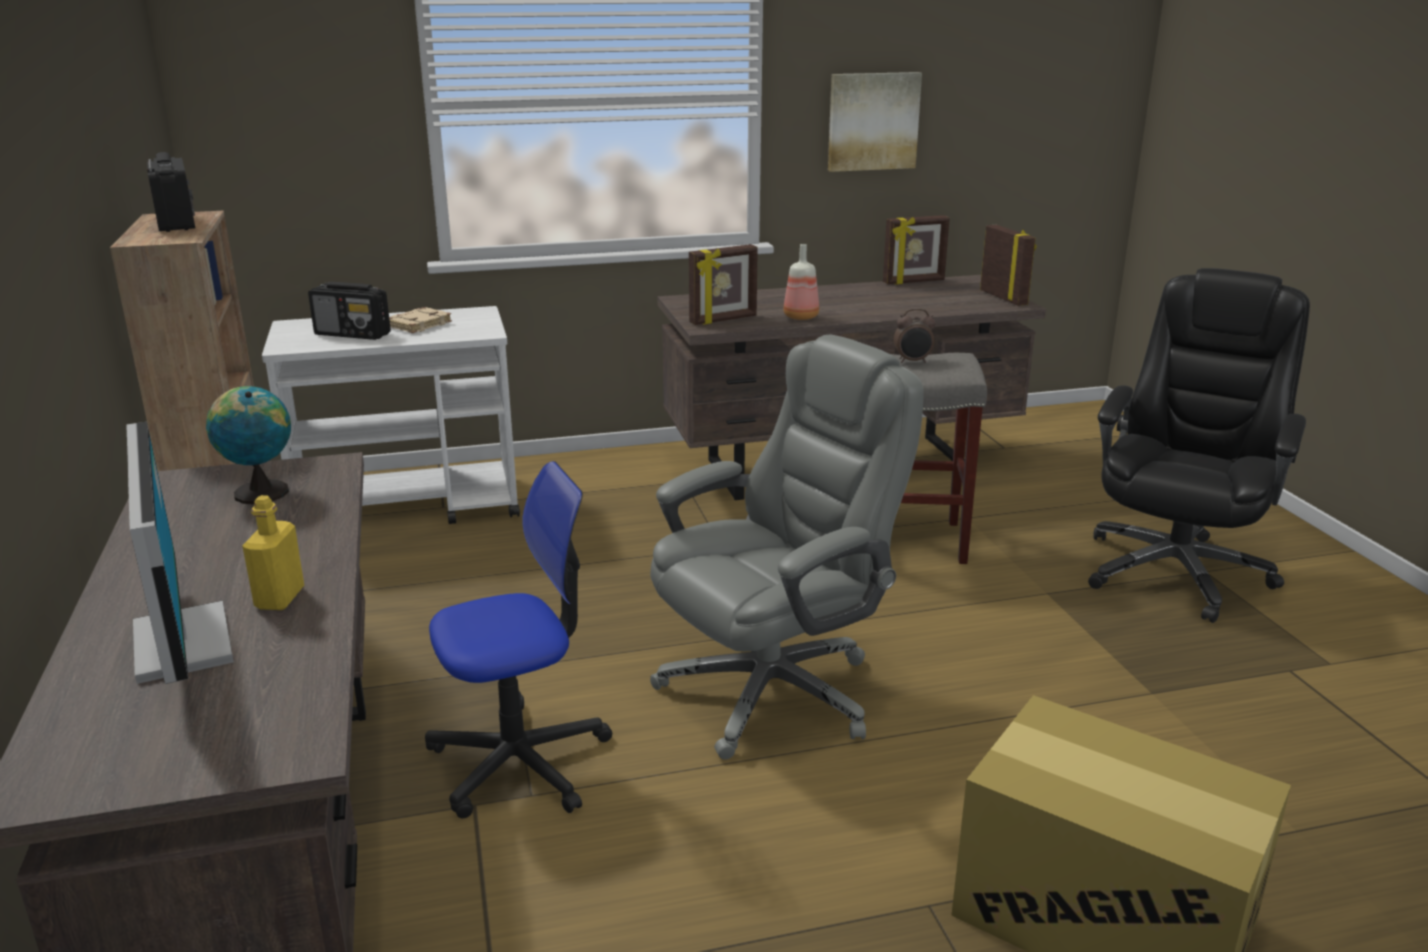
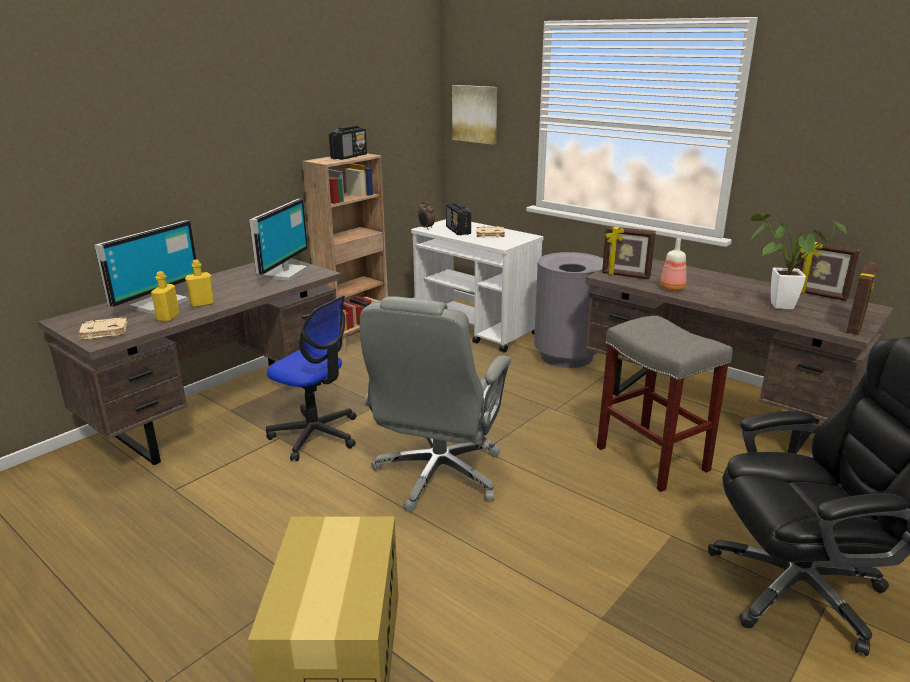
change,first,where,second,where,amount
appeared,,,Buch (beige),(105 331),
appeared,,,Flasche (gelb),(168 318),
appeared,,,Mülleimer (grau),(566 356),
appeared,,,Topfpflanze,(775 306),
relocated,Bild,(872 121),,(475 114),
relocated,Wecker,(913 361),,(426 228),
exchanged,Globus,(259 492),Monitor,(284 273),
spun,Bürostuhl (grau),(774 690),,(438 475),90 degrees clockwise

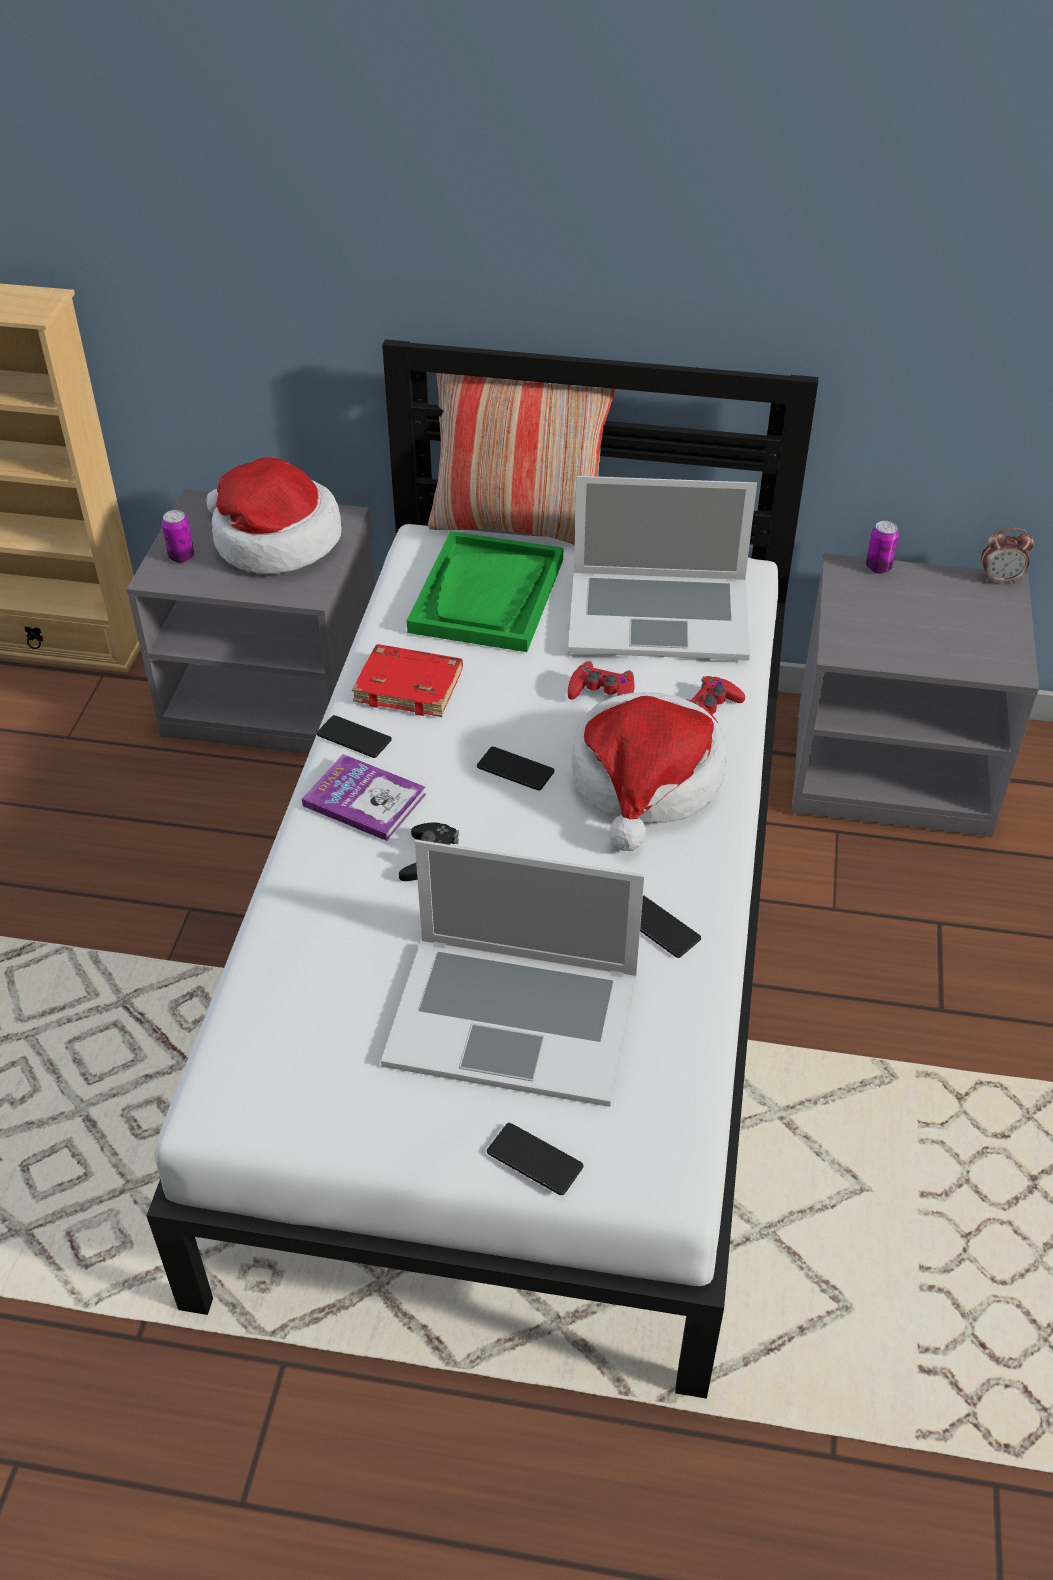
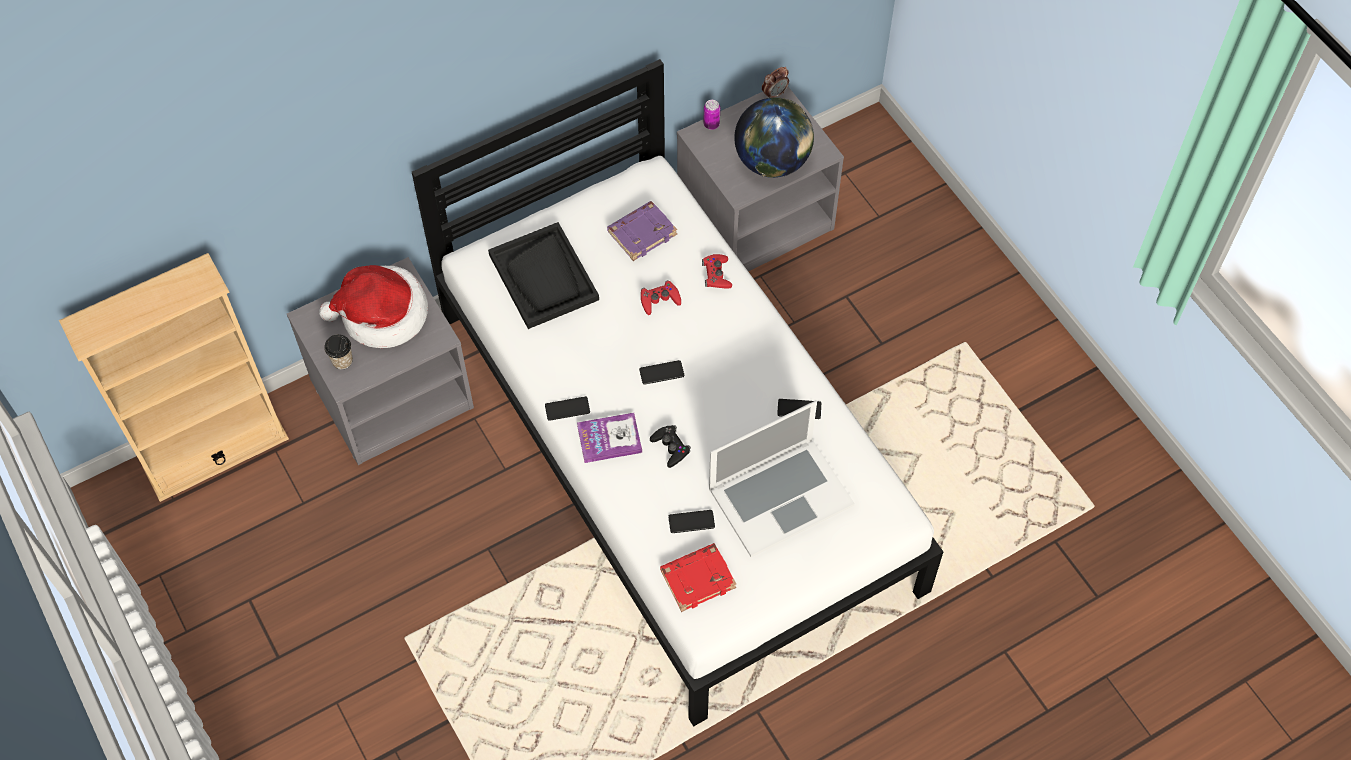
change,first,where,second,where,amount
missing,Kissen,(520 525),,,
missing,Hut,(646 781),,,
appeared,,,Globus,(772 162),
relocated,Buch (rot),(410 686),,(698 578),
relocated,Handy,(534 1159),,(691 522),
exchanged,Dose,(181 557),Tasse,(342 361),
exchanged,Laptop,(658 614),Buch (lila),(642 232),
colour,Tablett (grün),(487 596),Tablett (schwarz),(544 277),

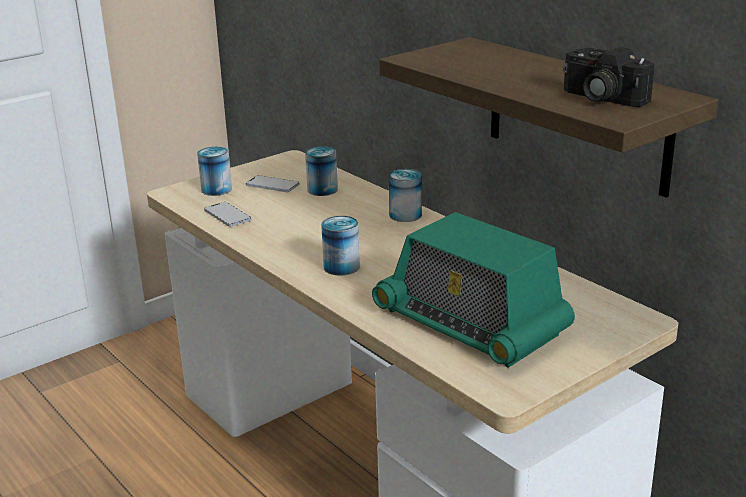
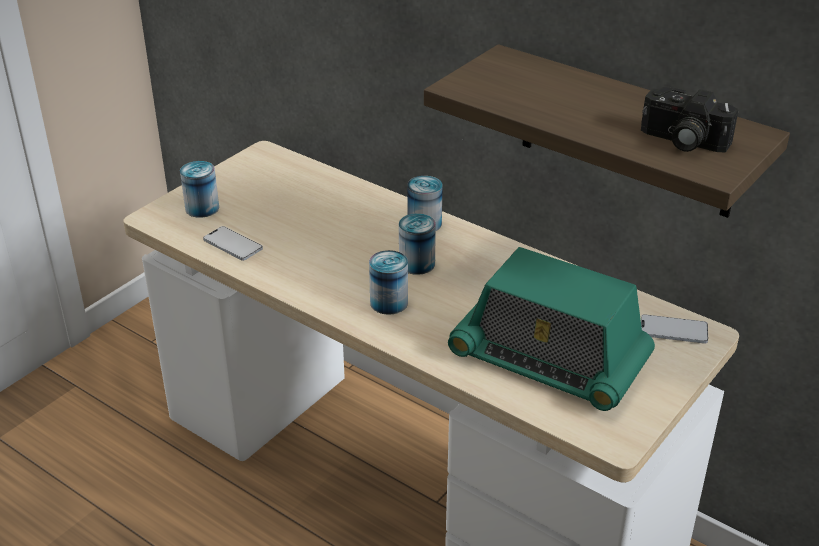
change,first,where,second,where,amount
relocated,Handy,(272 185),,(673 330),
relocated,Dose,(322 190),,(417 263),

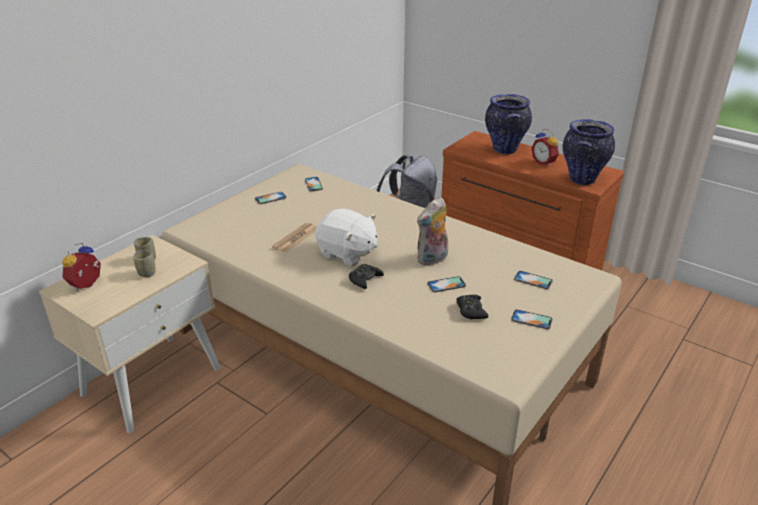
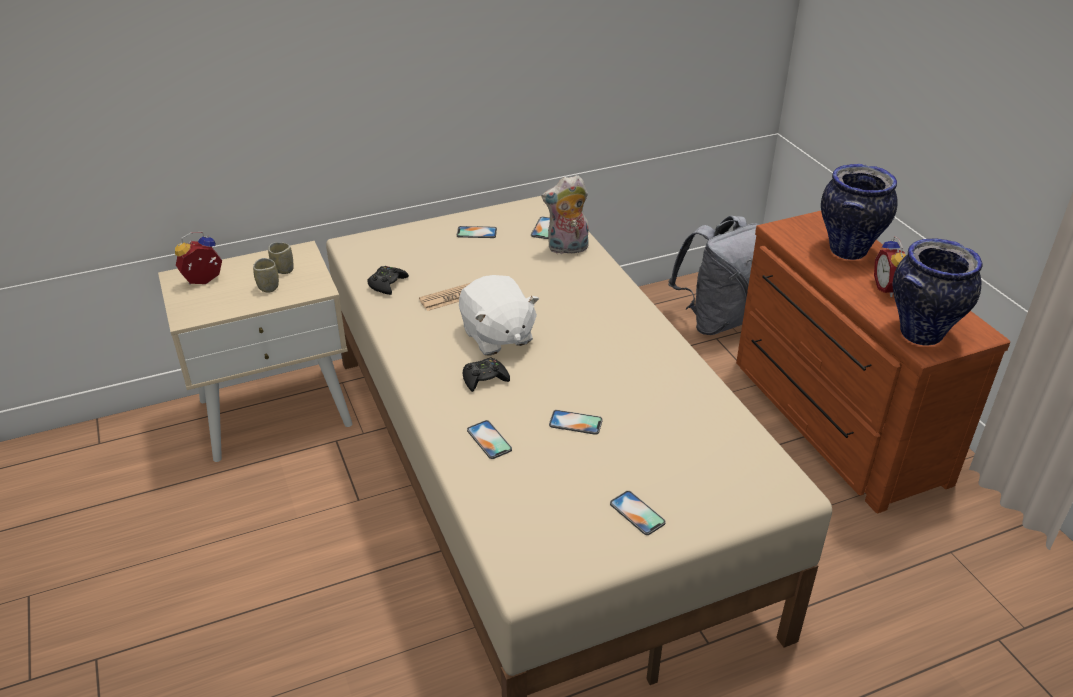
change,first,where,second,where,amount
relocated,Plüschtier,(432 259),,(567 249),
relocated,Gamepad (schwarz),(471 310),,(387 284),
relocated,Handy,(533 280),,(489 440),

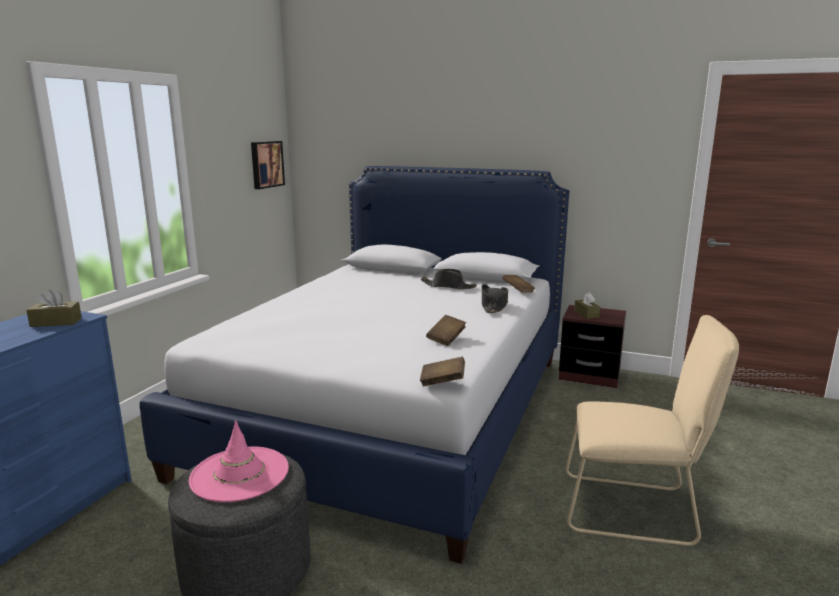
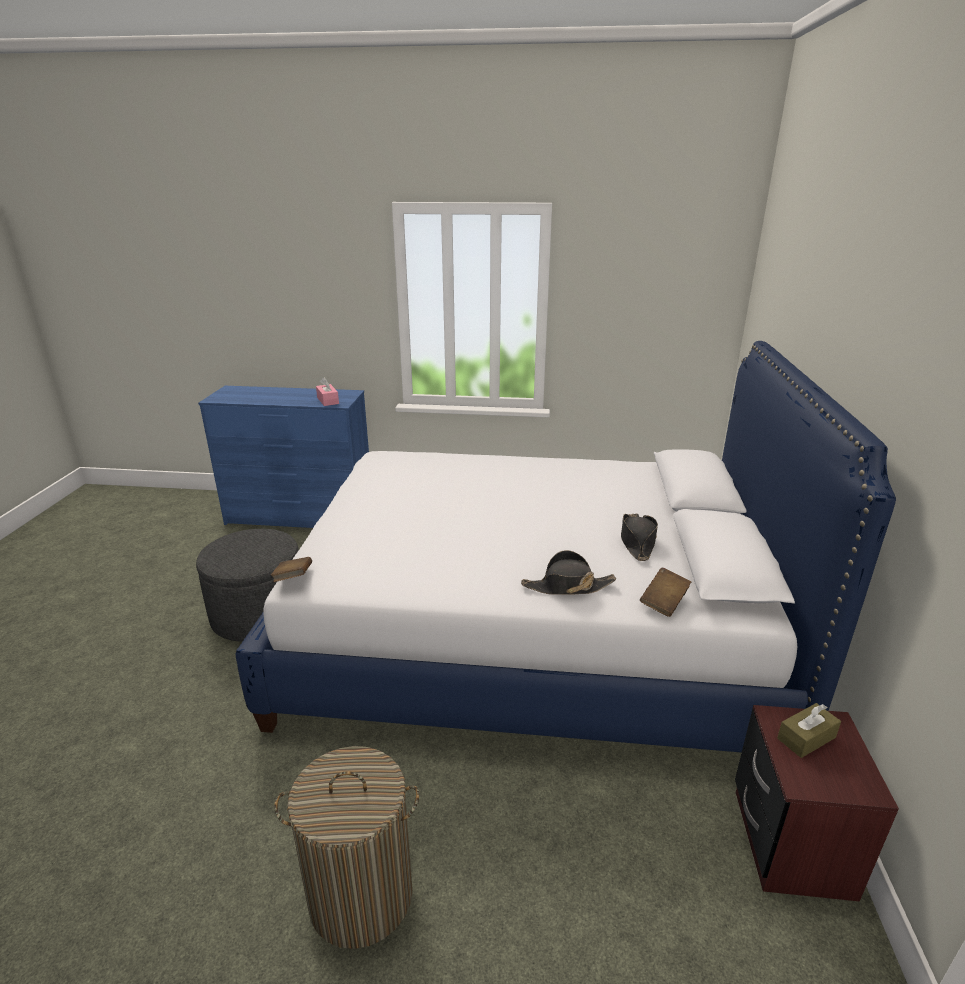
change,first,where,second,where,amount
missing,Hut (rosa),(239 474),,,
missing,Bild,(266 164),,,
missing,Buch (braun),(446 339),,,
exchanged,Stuhl (beige),(633 510),Wäschekorb,(360 895),
colour,Taschentuchbox (braun),(56 322),Taschentuchbox (rosa),(328 400),

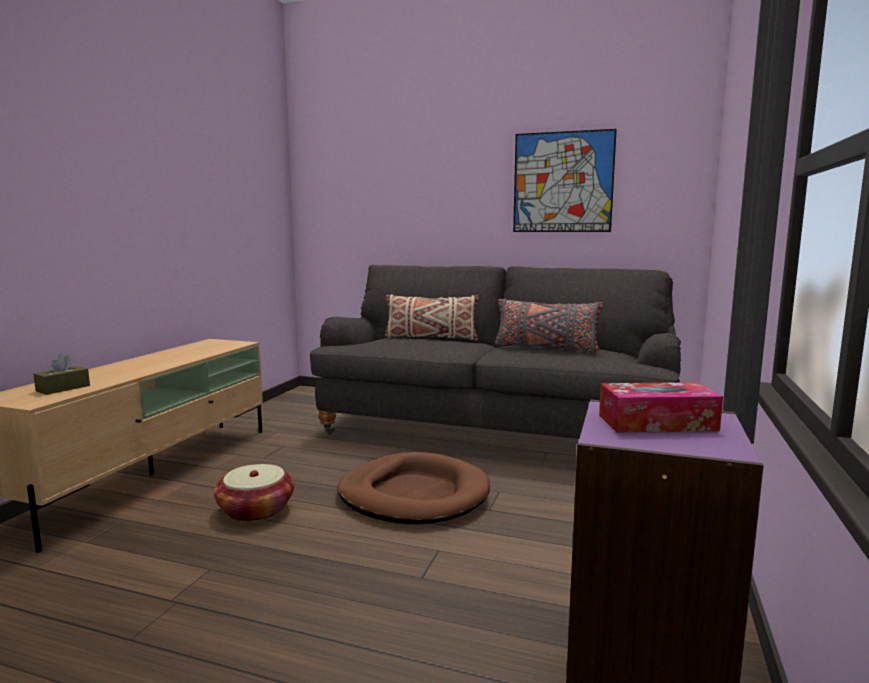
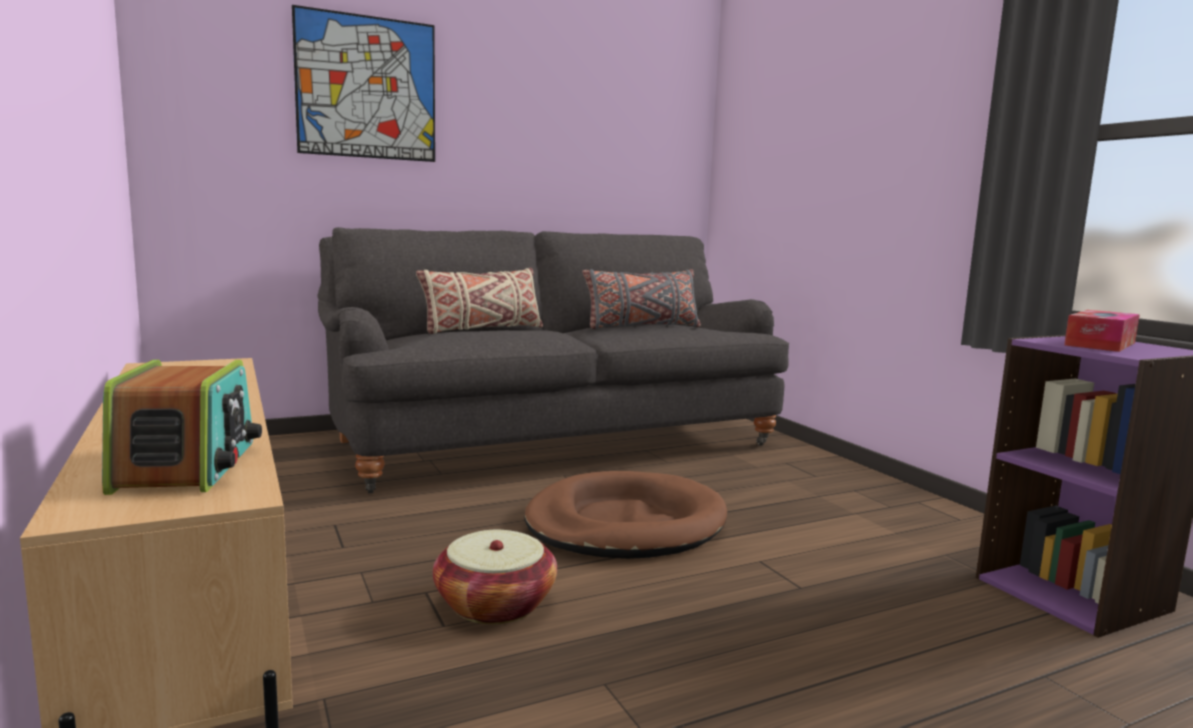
change,first,where,second,where,amount
relocated,Bild,(562 182),,(367 87),
exchanged,Taschentuchbox (braun),(63 388),Radio,(188 467),

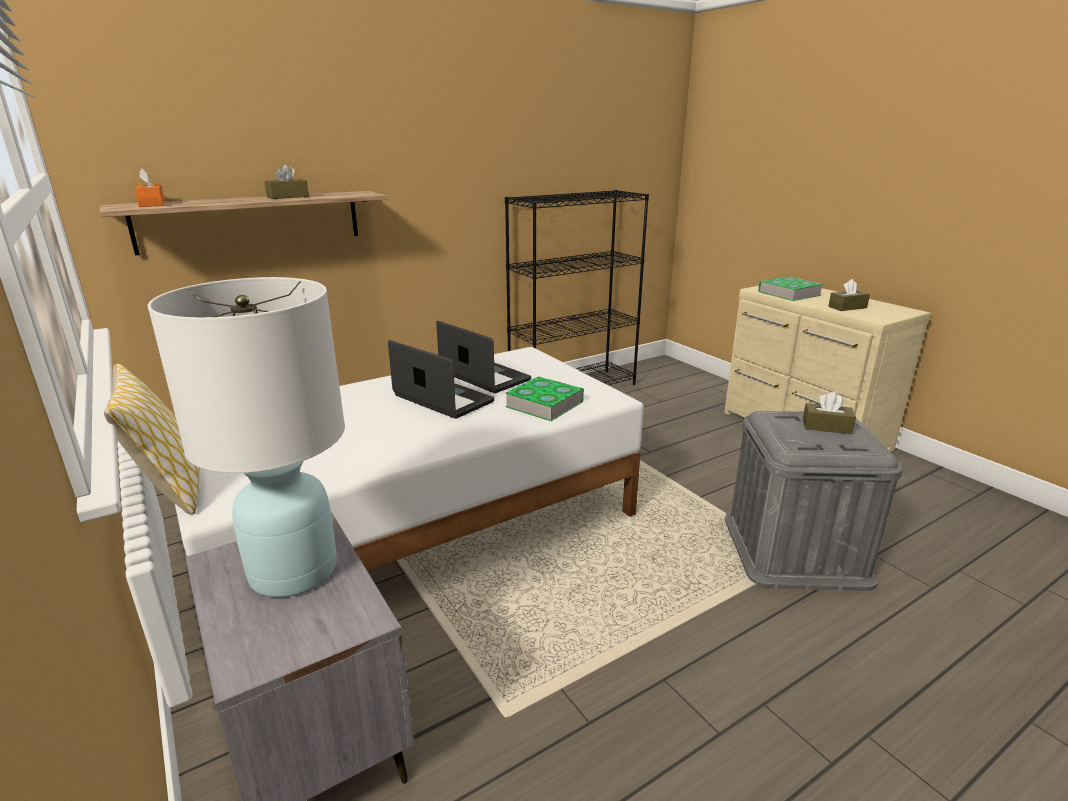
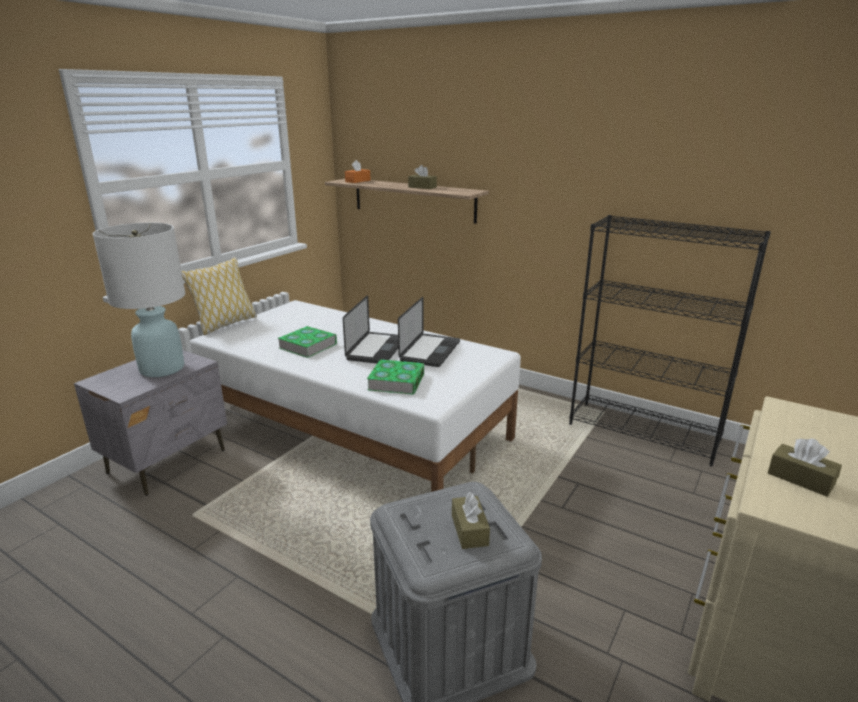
change,first,where,second,where,amount
relocated,Buch,(789 293),,(308 346),

